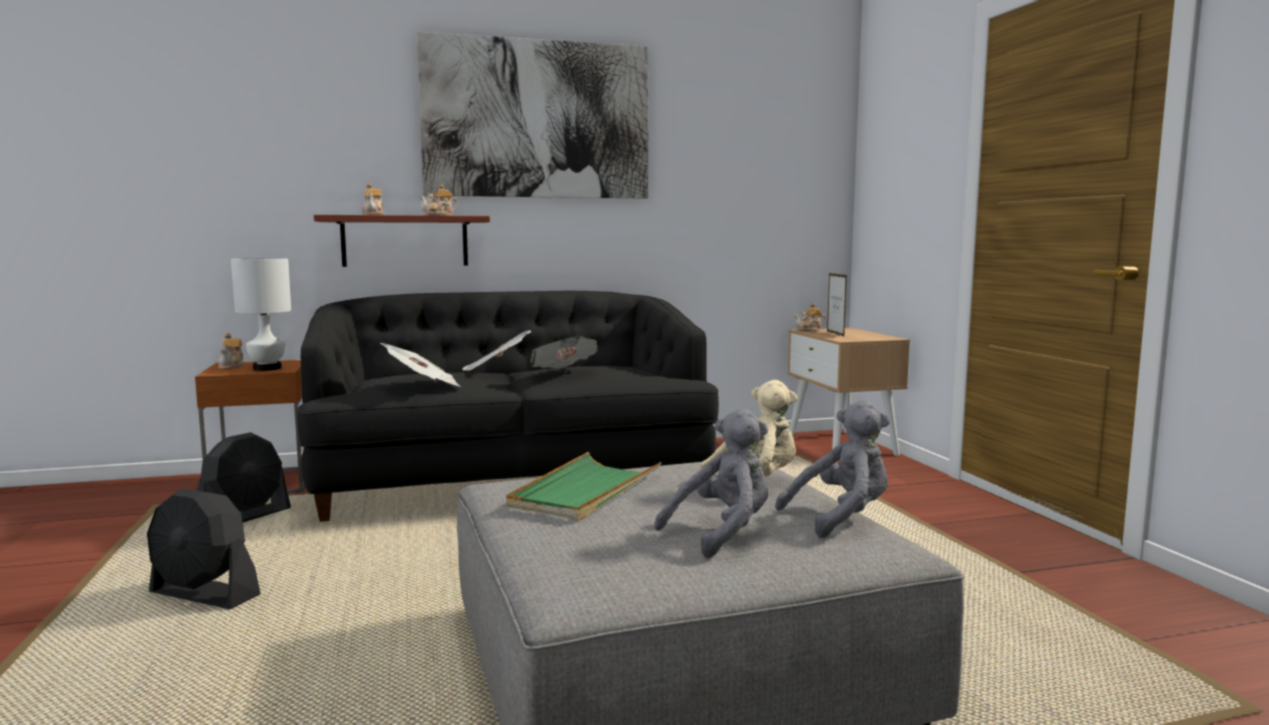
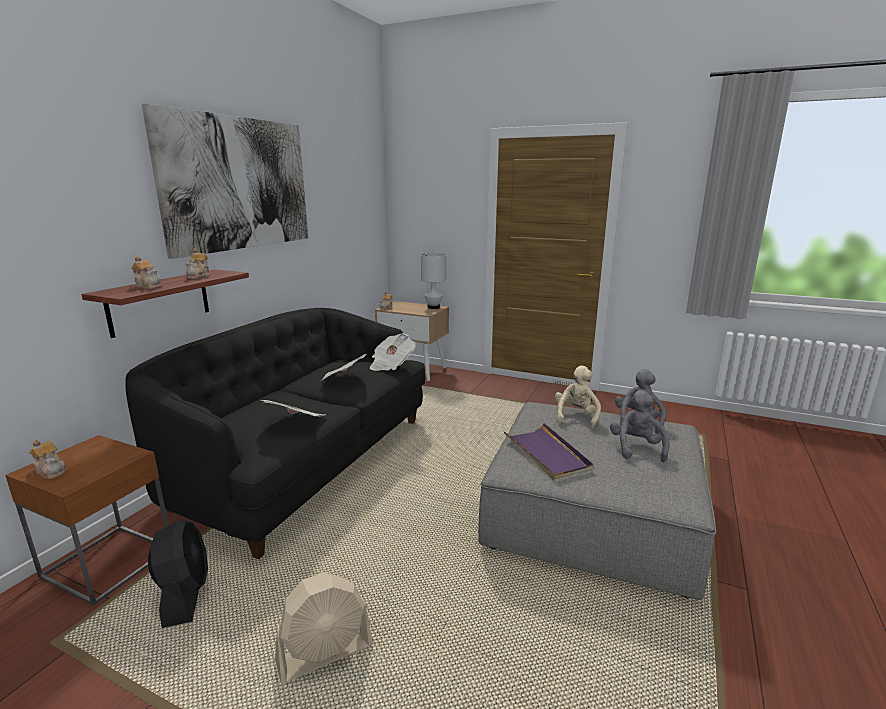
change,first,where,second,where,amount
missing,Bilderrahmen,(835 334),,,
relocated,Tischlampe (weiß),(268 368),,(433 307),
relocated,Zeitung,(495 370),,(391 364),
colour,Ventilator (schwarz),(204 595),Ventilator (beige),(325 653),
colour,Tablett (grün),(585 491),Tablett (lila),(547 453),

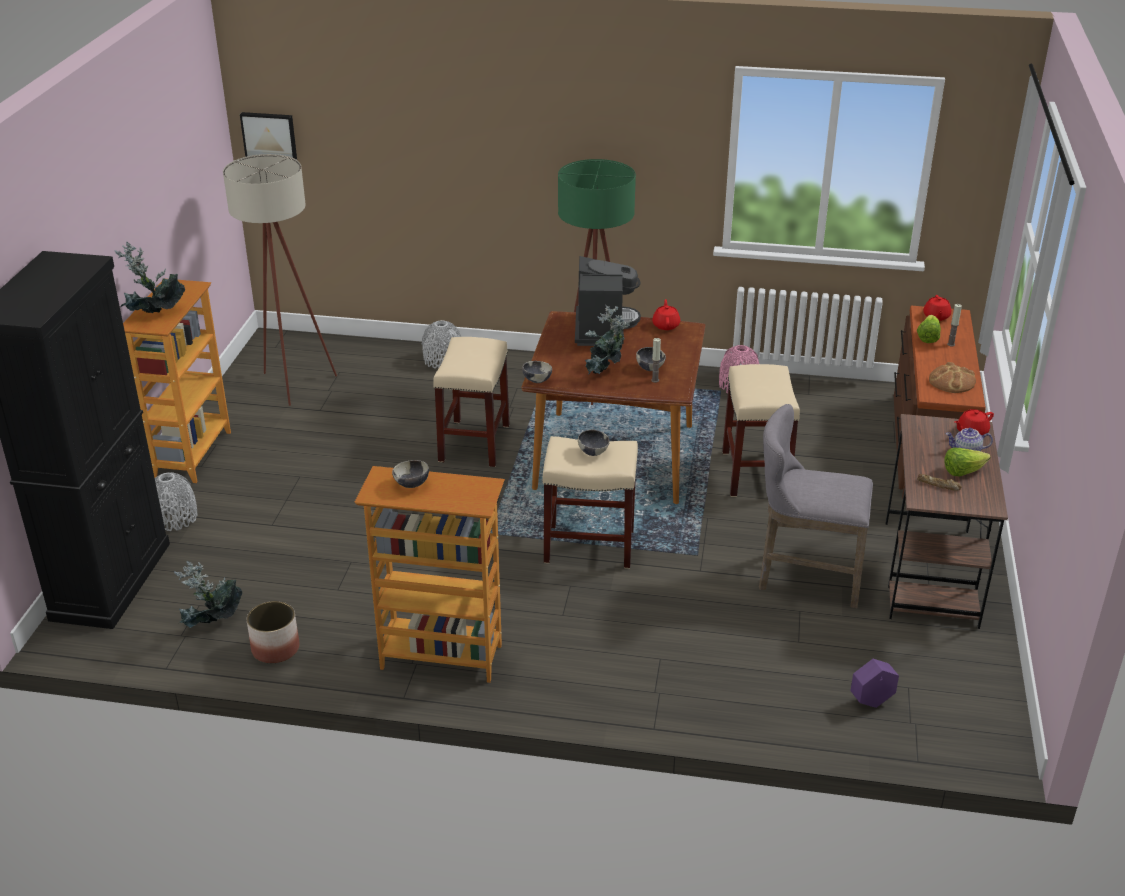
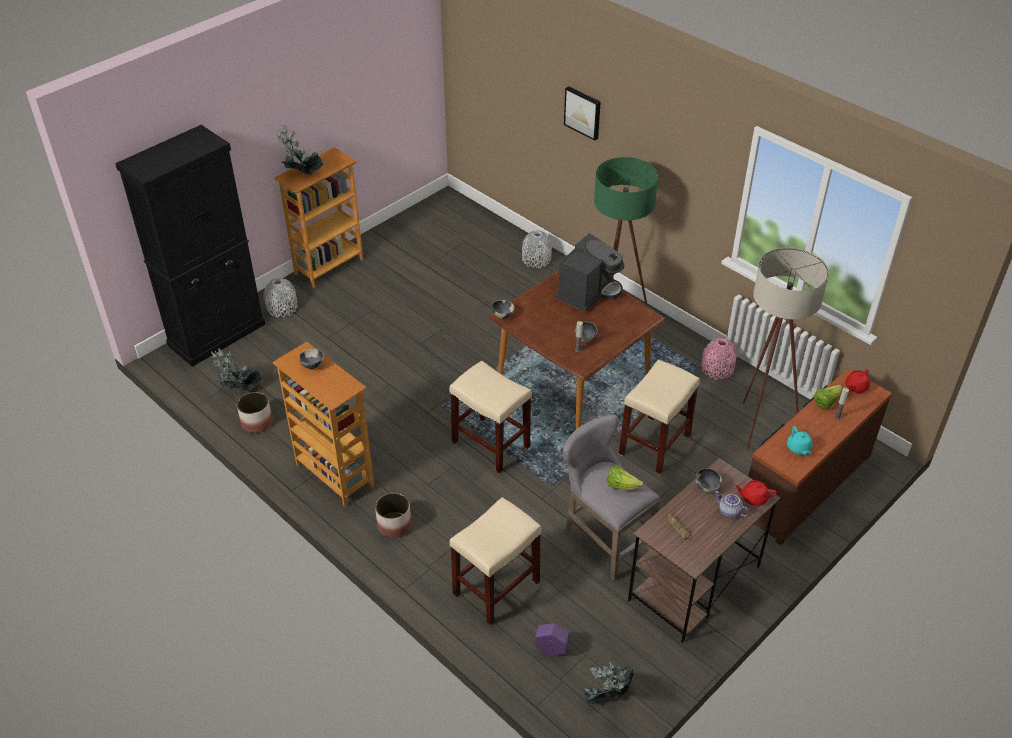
change,first,where,second,where,amount
missing,Teekanne (rot),(666 325),,,
appeared,,,Pflanzkübel,(394 525),
relocated,Stehlampe (beige),(290 382),,(759 422),
relocated,Bild,(270 138),,(583 112),
relocated,Hocker (beige),(474 442),,(496 587),
relocated,Schüssel,(593 452),,(707 487),
relocated,Topfpflanze,(606 374),,(607 699),
relocated,Salatkopf,(962 471),,(622 486),
exchanged,Brot,(951 381),Teekanne (türkis),(798 448),

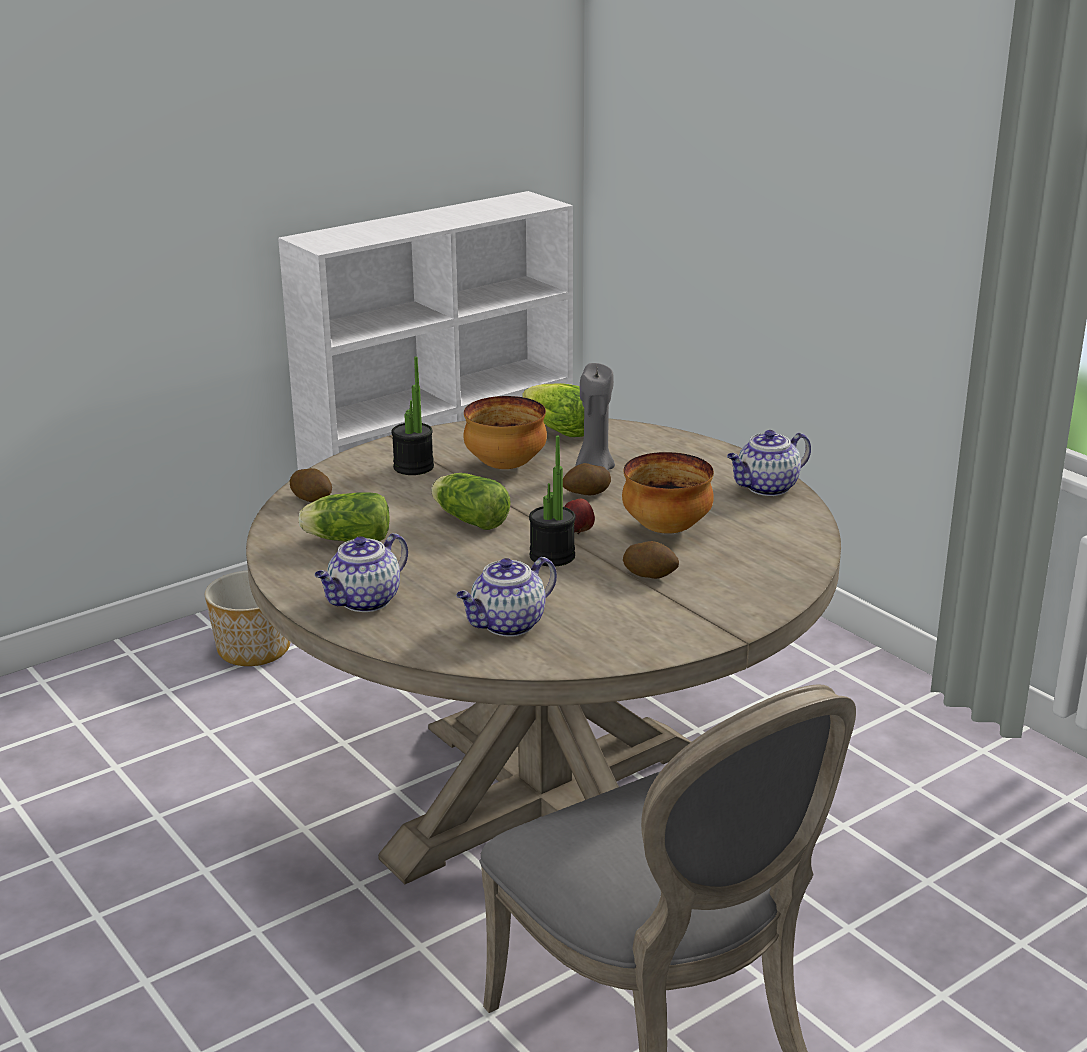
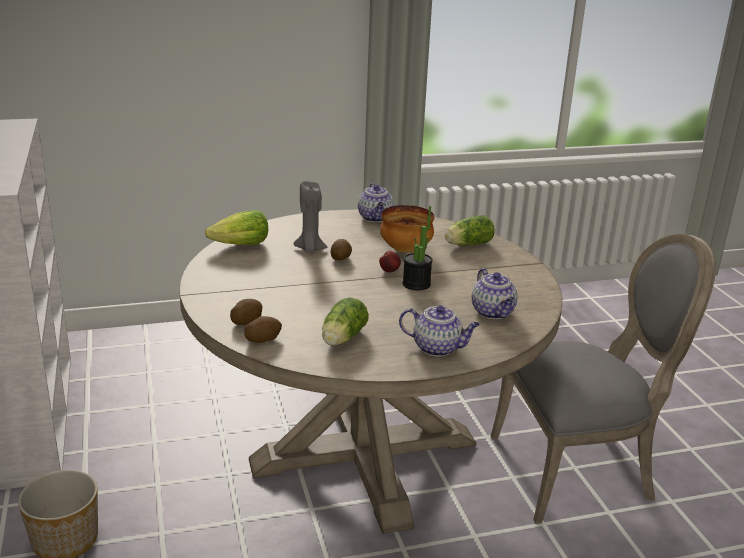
change,first,where,second,where,amount
missing,Topfpflanze,(413 467),,,
missing,Schüssel,(504 466),,,
relocated,Salatkopf,(468 519),,(467 244),
relocated,Kartoffel,(650 574),,(246 321),
spun,Teekanne,(364 602),,(438 348),45 degrees counterclockwise

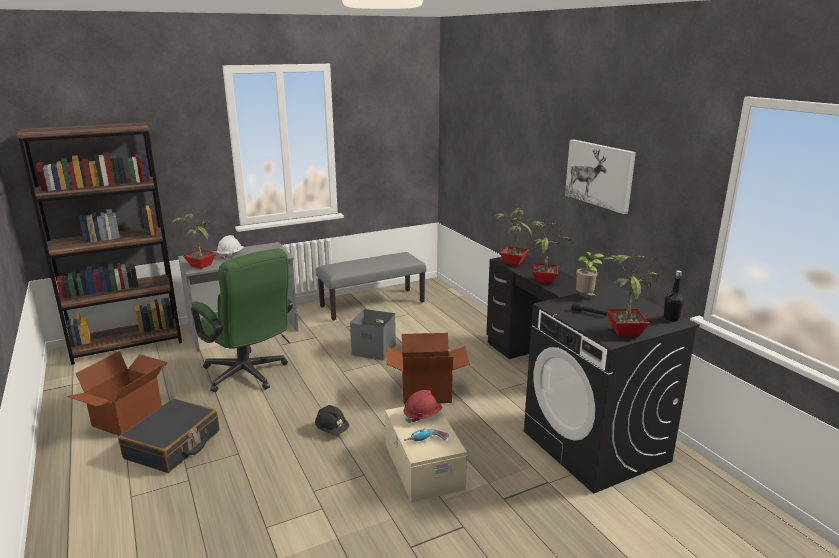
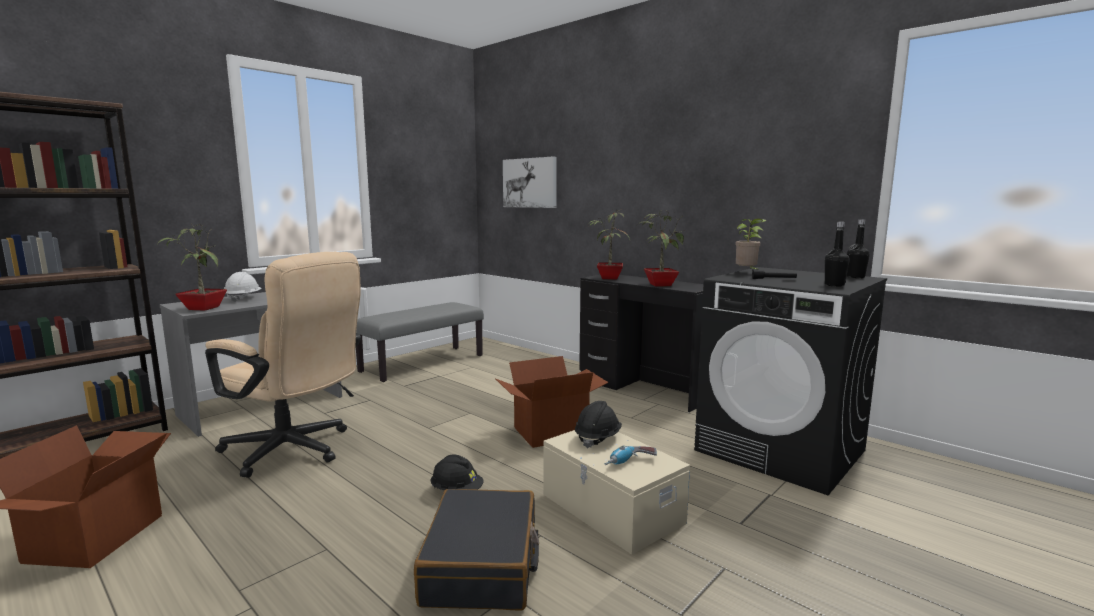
change,first,where,second,where,amount
missing,Aufbewahrungsbox (grau),(372 350),,,
relocated,Koffer (schwarz),(173 445),,(482 565),
relocated,Bild,(600 174),,(530 183),
exchanged,Topfpflanze,(624 331),Flasche (schwarz),(834 285),
colour,Bürostuhl (grün),(249 376),Bürostuhl (beige),(295 451),
colour,Schutzhelm (rot),(422 416),Schutzhelm (schwarz),(597 438),

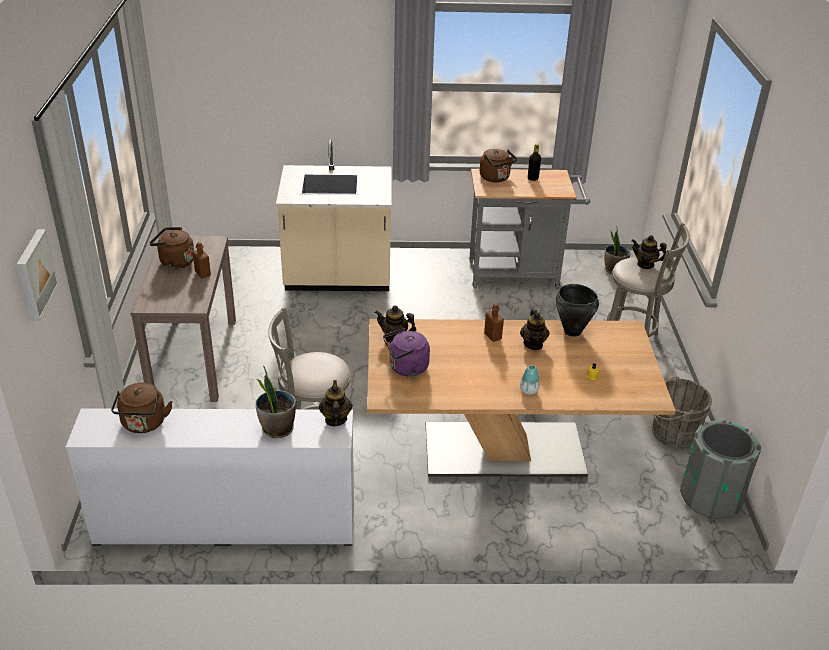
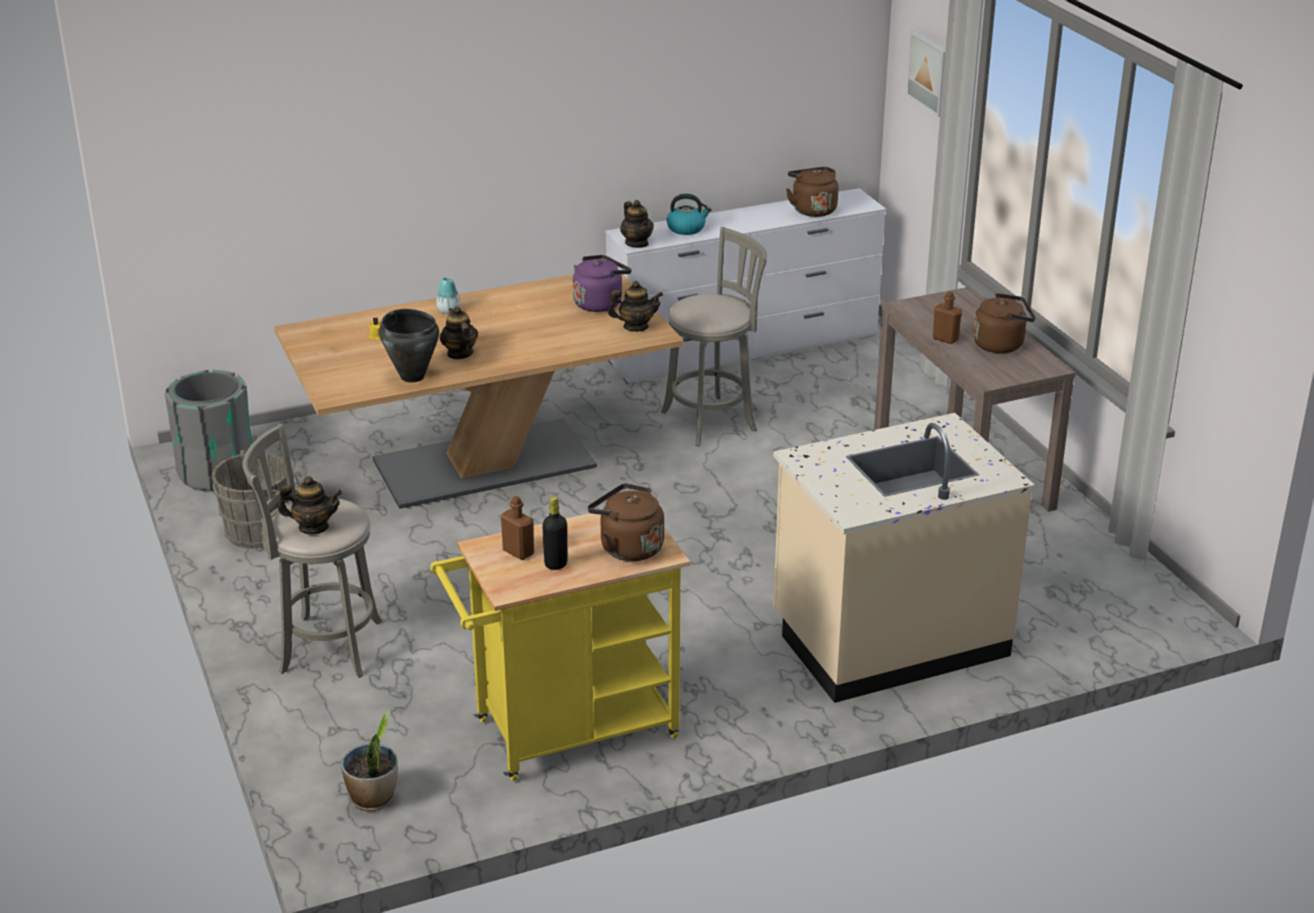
change,first,where,second,where,amount
relocated,Flasche (braun),(492 336),,(518 552),
exchanged,Topfpflanze,(277 428),Wasserkessel,(687 228),
colour,Rollwagen (grau),(519 274),Rollwagen (gelb),(564 733),

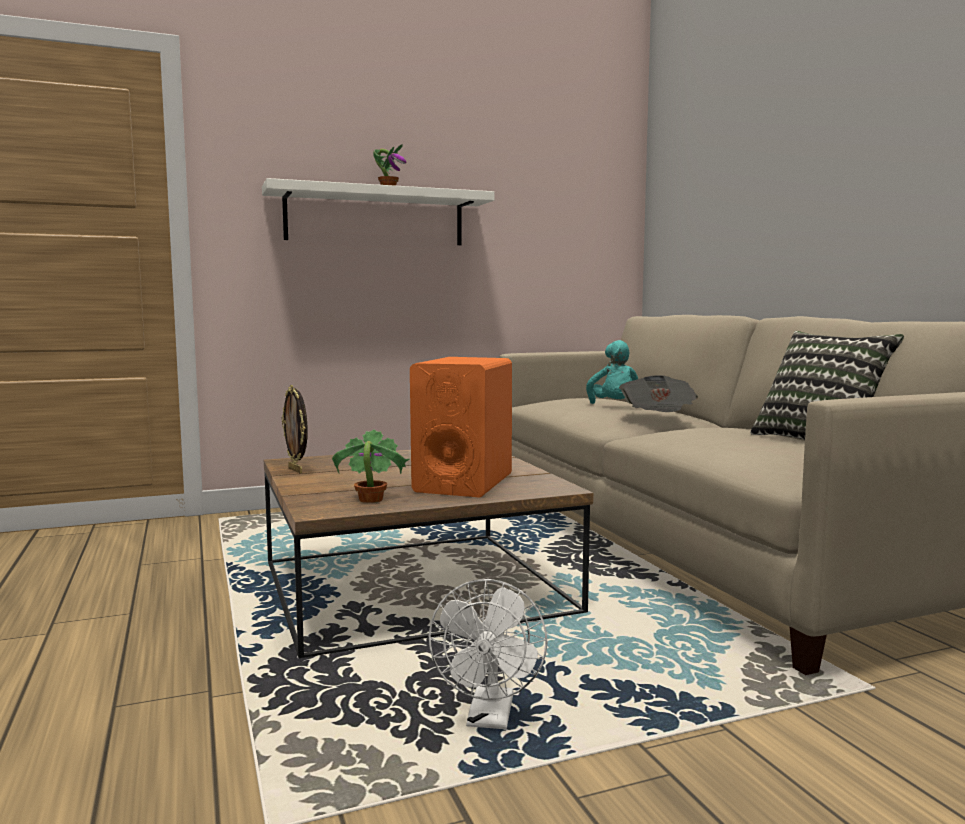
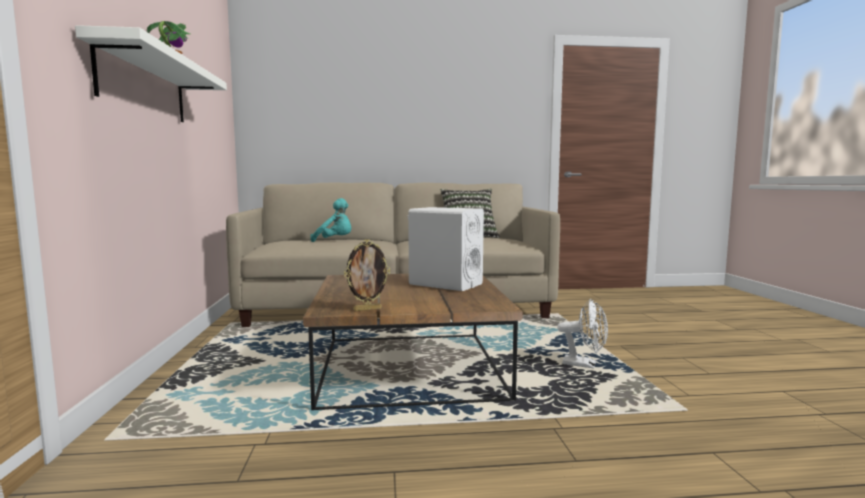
change,first,where,second,where,amount
missing,Topfpflanze,(370 500),,,
missing,Zeitung,(658 416),,,
colour,Lautsprecher (orange),(463 483),Lautsprecher (weiß),(445 284),

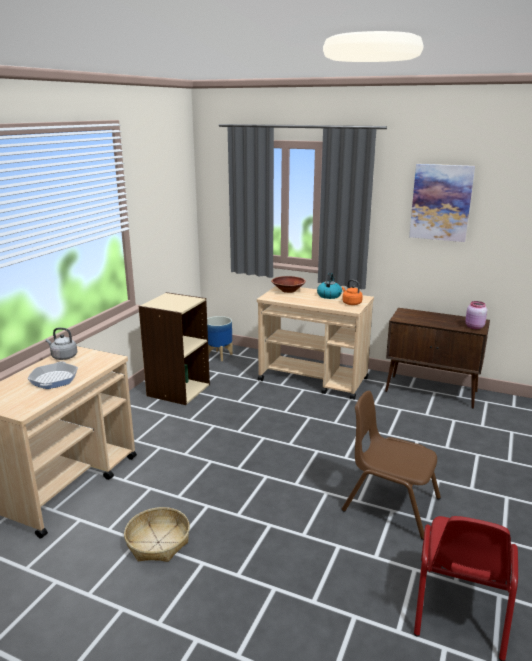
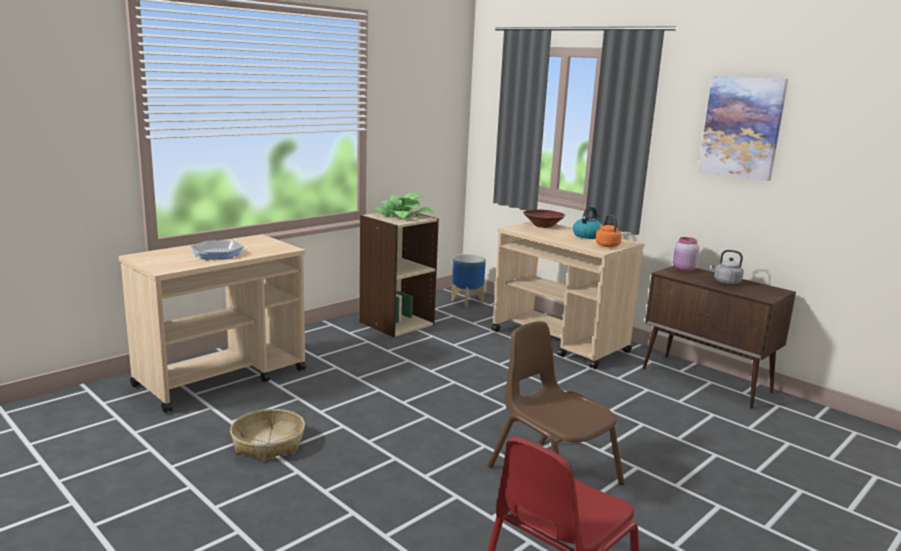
change,first,where,second,where,amount
appeared,,,Topfpflanze,(402 216),
relocated,Wasserkessel (grau),(63 357),,(725 282),
relocated,Vorratsglas (rosa),(474 327),,(683 269),

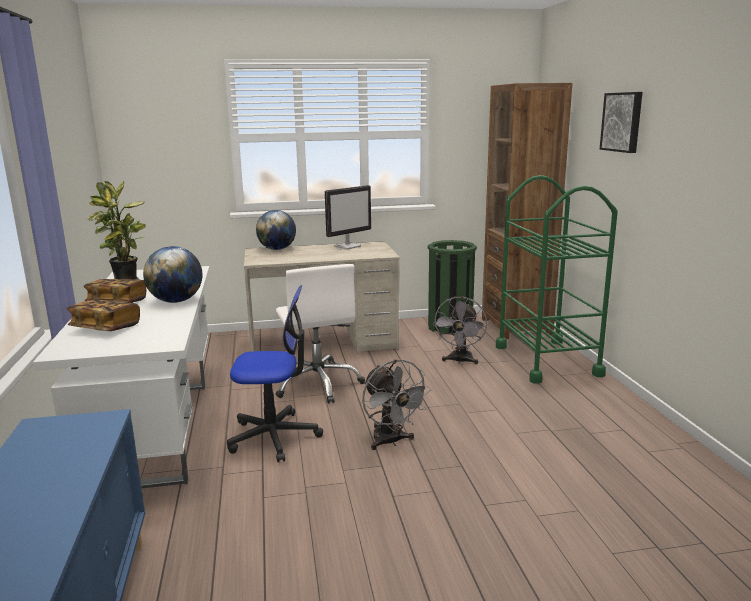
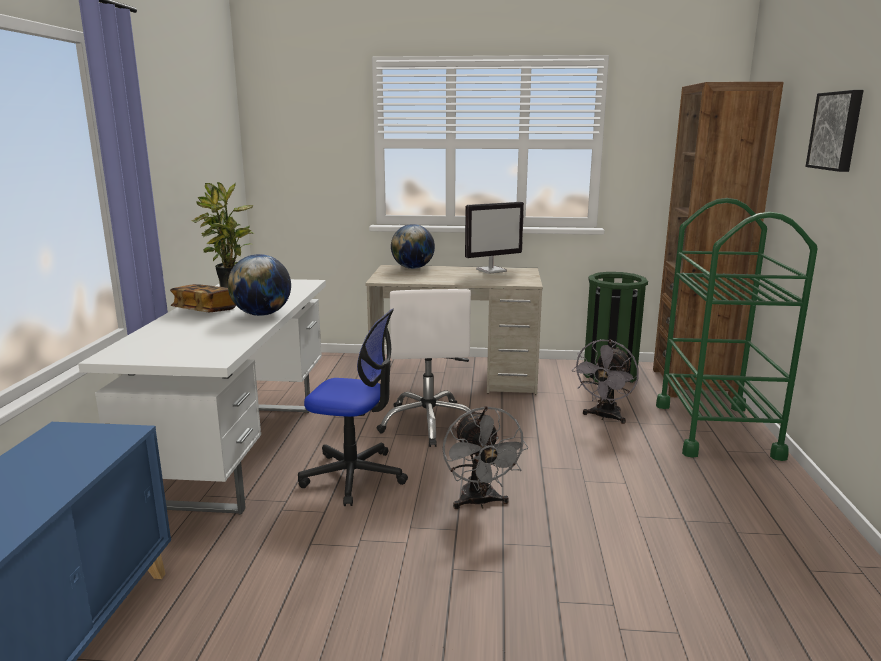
change,first,where,second,where,amount
missing,Buch,(105 328),,,

